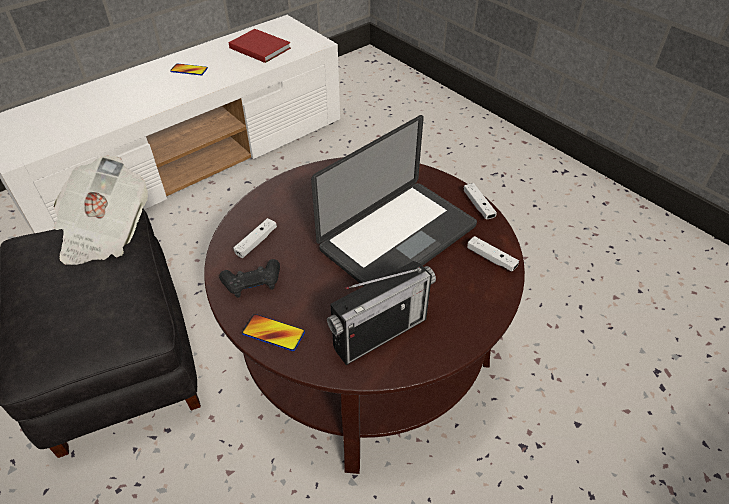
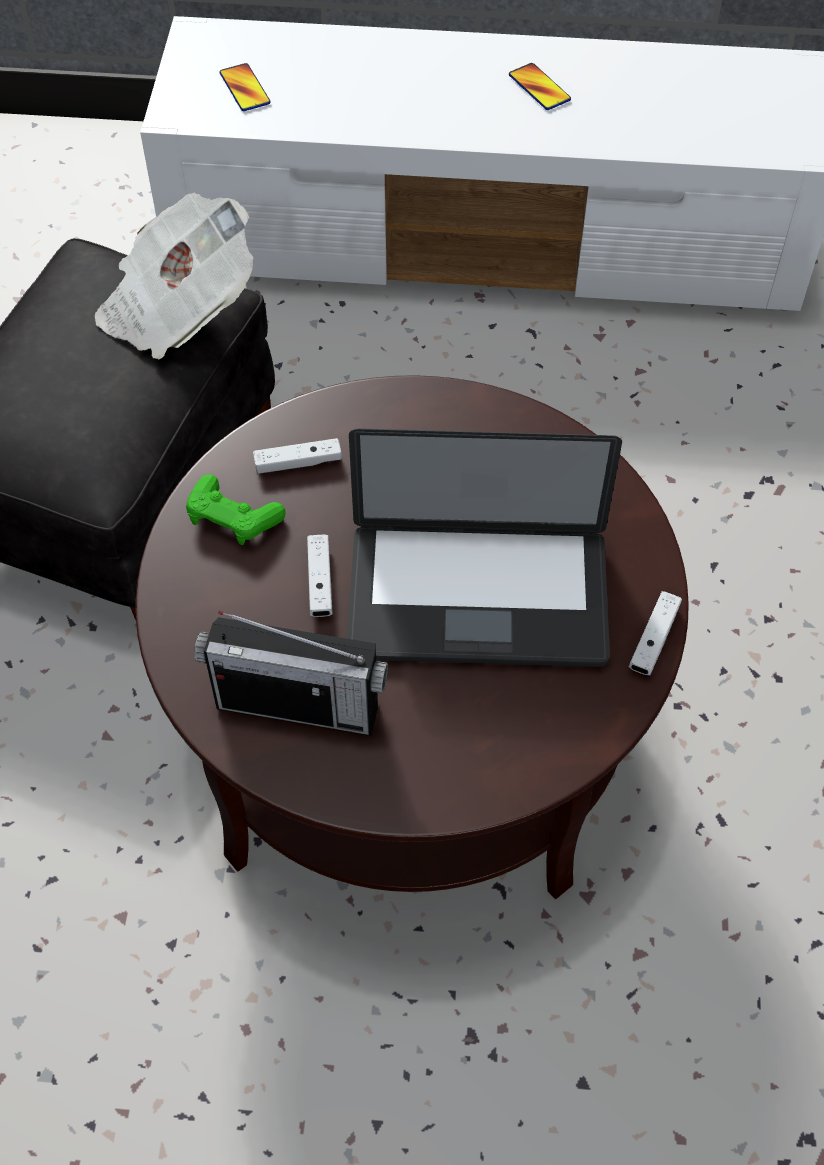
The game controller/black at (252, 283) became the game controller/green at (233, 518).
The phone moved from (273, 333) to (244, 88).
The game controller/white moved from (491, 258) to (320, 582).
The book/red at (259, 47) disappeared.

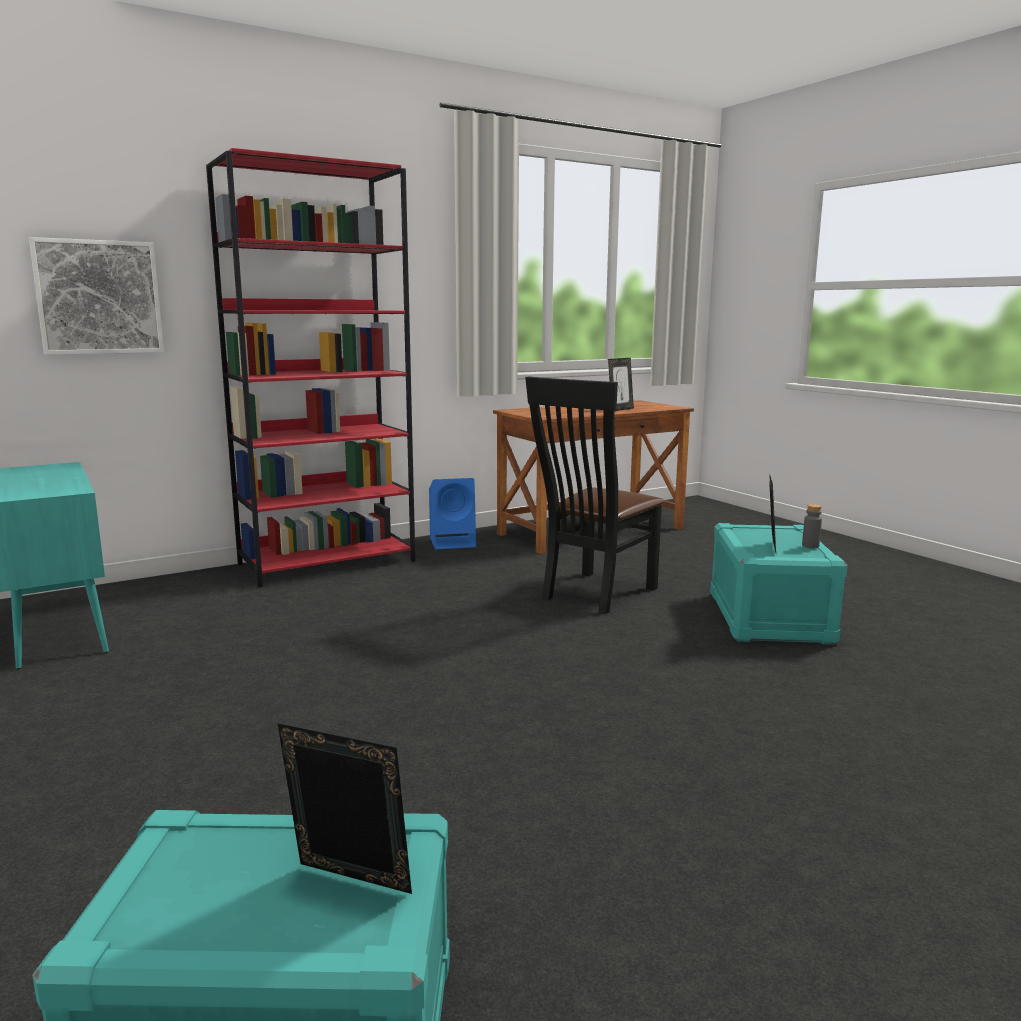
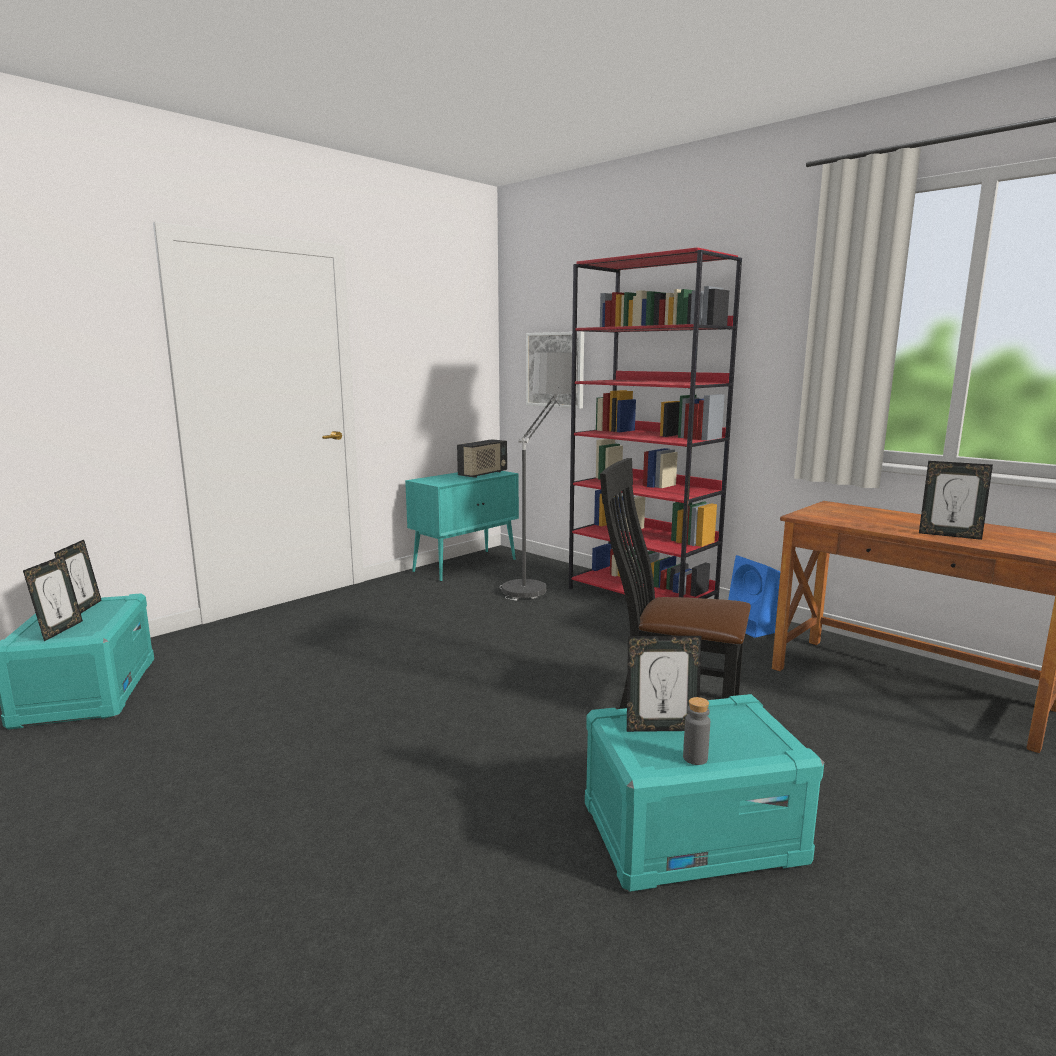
The picture frame at (84, 608) appeared.
The radio at (483, 474) appeared.
The floor lamp at (537, 581) appeared.

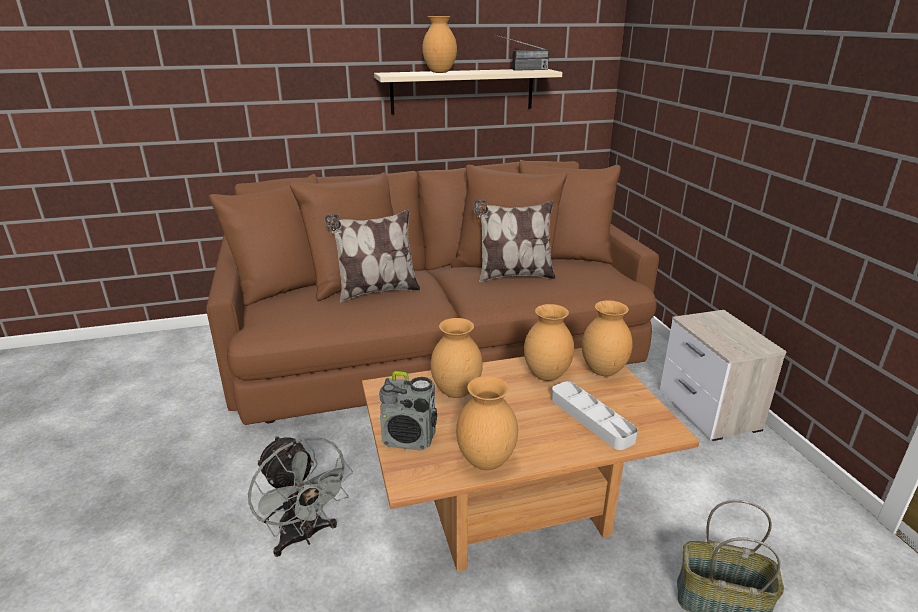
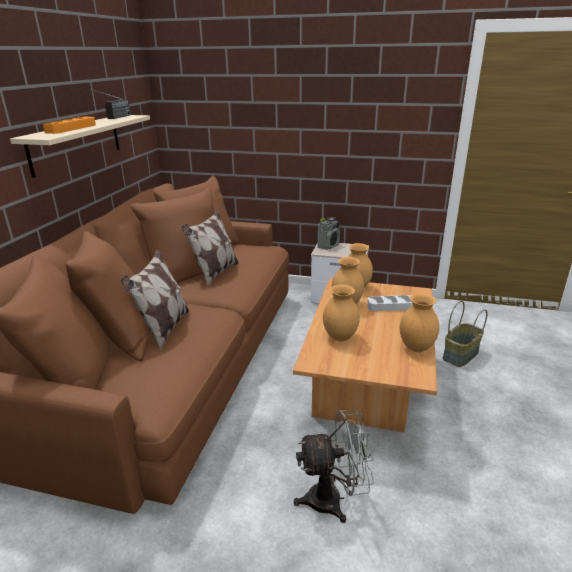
The vase/brown at (439, 72) was replaced by the tray/orange at (71, 128).
The radio moved from (409, 439) to (328, 246).

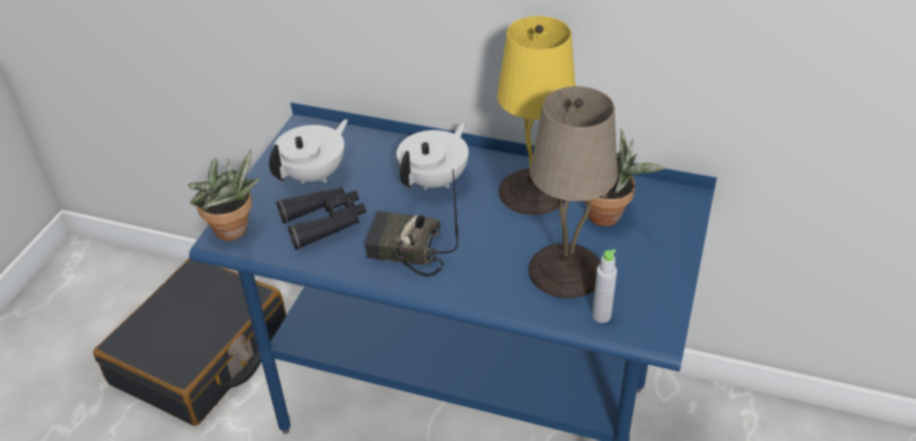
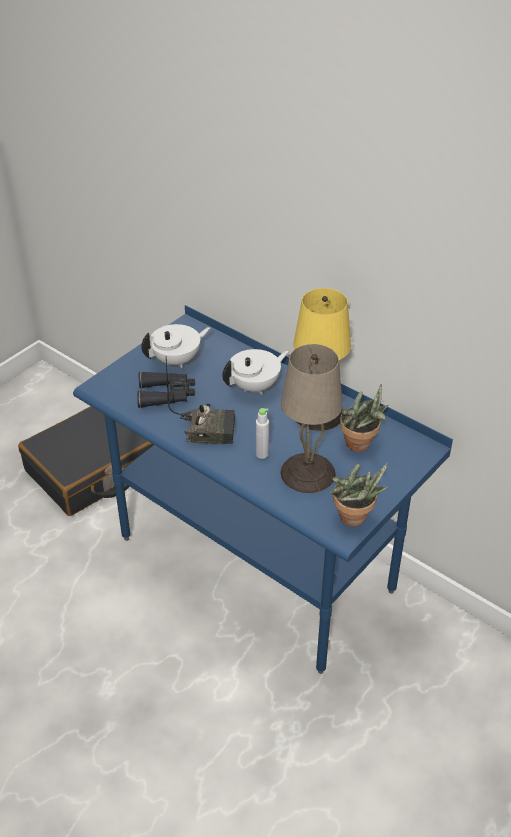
The radio at (405, 251) turned 150 degrees clockwise.
The bottle/grey moved from (601, 315) to (262, 454).
The potted plant moved from (234, 232) to (354, 520).

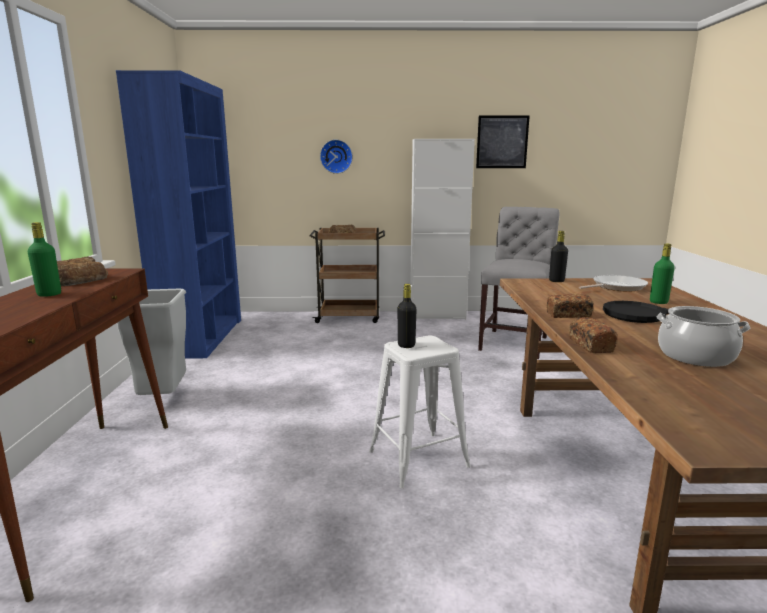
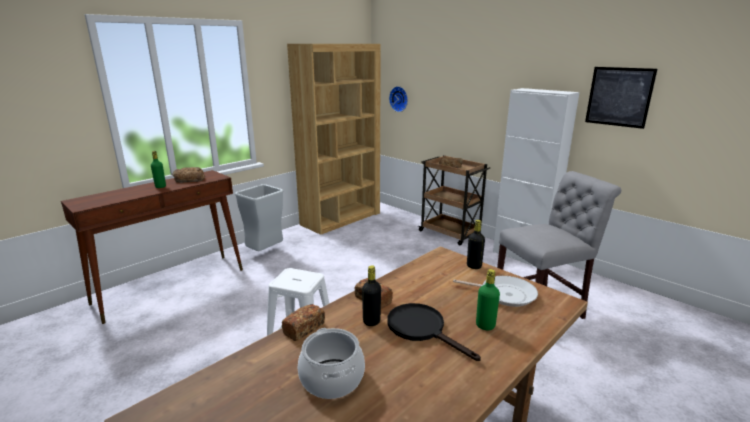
The bookcase/blue at (202, 337) became the bookcase/brown at (341, 218).
The bottle/black moved from (406, 345) to (371, 321).
The wall clock moved from (336, 156) to (399, 99).

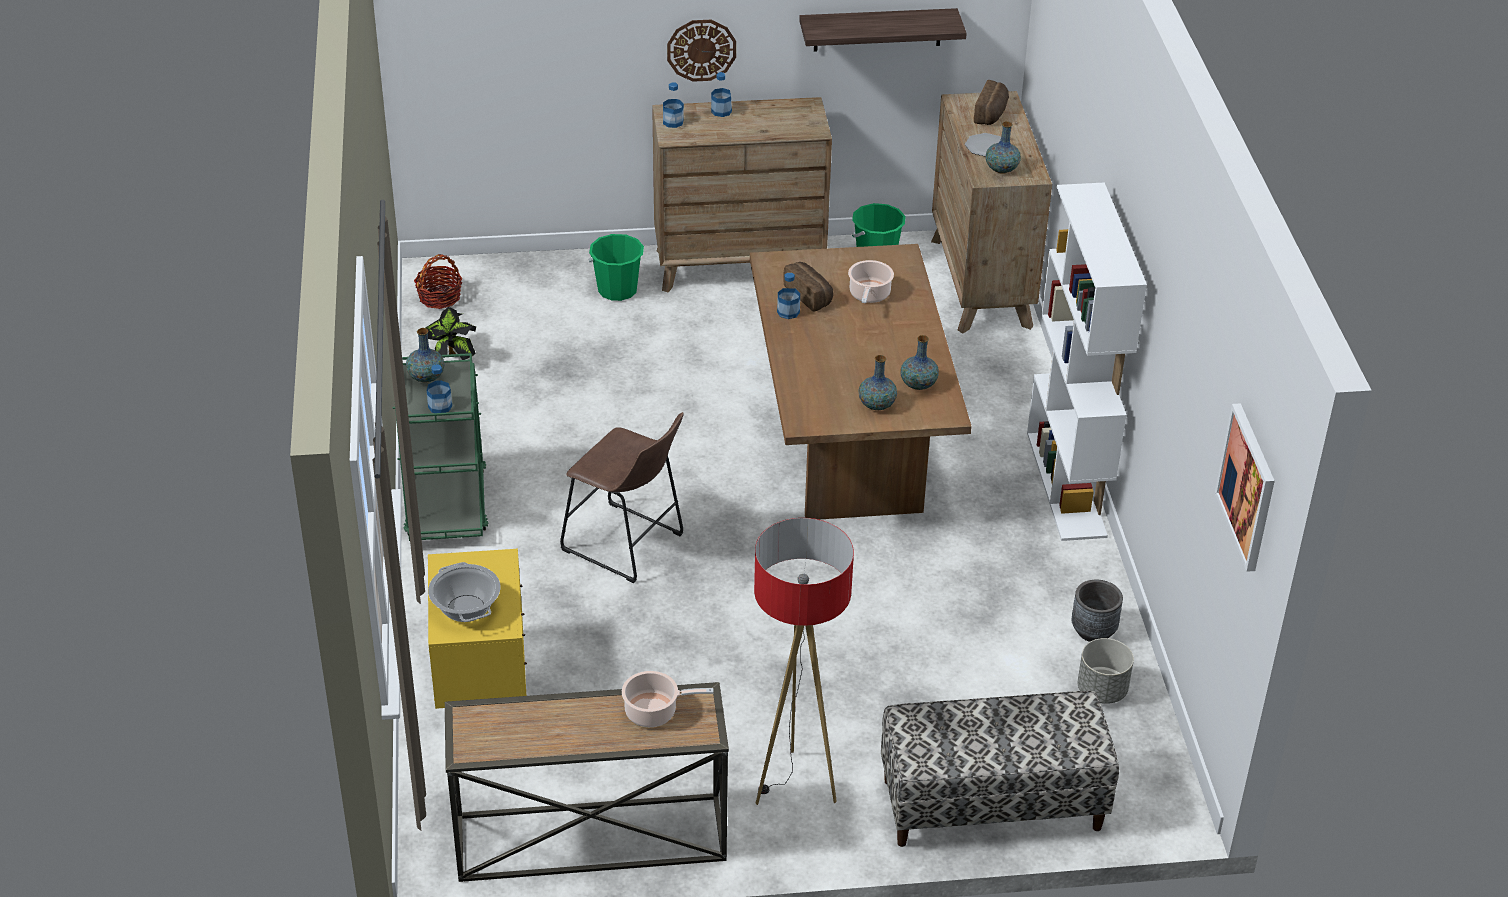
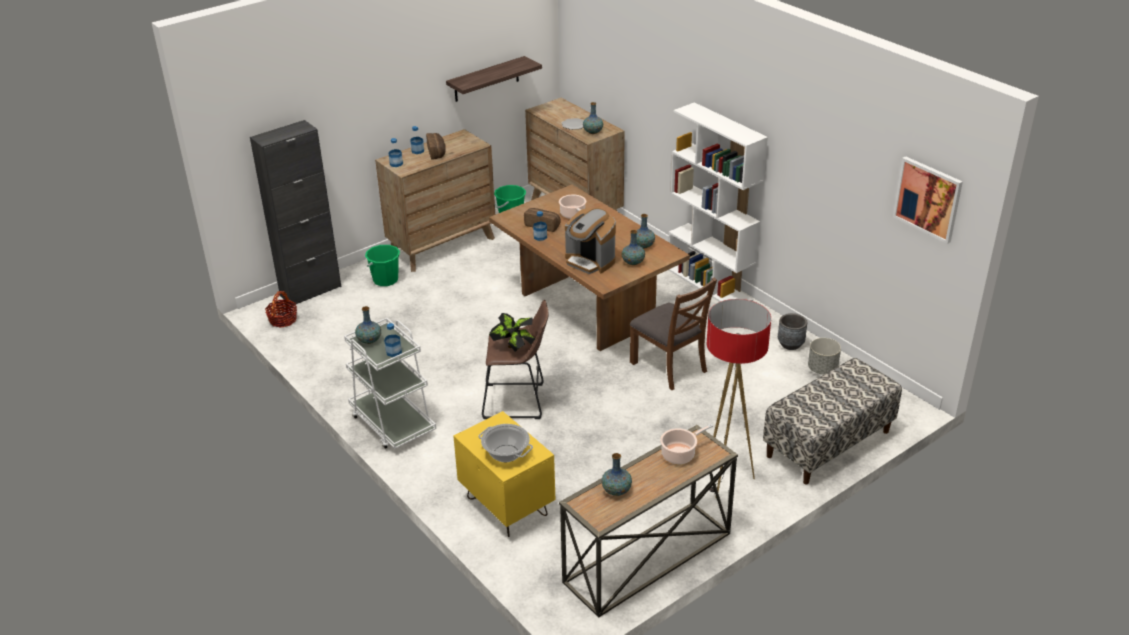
The cabinet/black at (310, 291) appeared.
The cart/green at (446, 504) became the cart/white at (392, 423).
The bread moved from (992, 114) to (437, 152).
The potted plant moved from (452, 359) to (514, 349).
The coffee machine at (590, 261) appeared.
The vase at (616, 490) appeared.
The chair/brown at (669, 366) appeared.
The wall clock at (701, 49) disappeared.

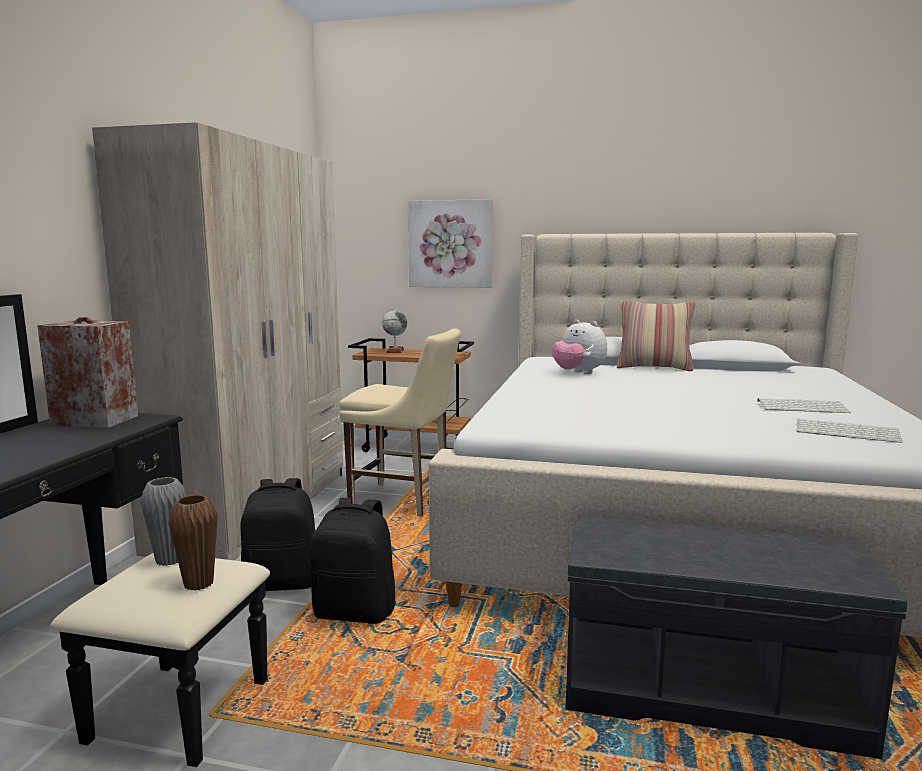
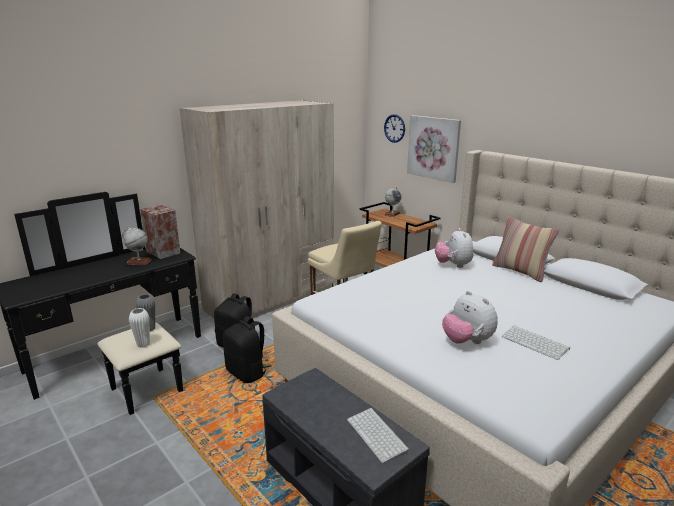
The globe at (139, 262) appeared.
The vase/brown at (198, 584) became the vase/white at (143, 344).
The keyboard moved from (848, 432) to (378, 435).
The wall clock at (394, 128) appeared.
The plush toy at (467, 341) appeared.

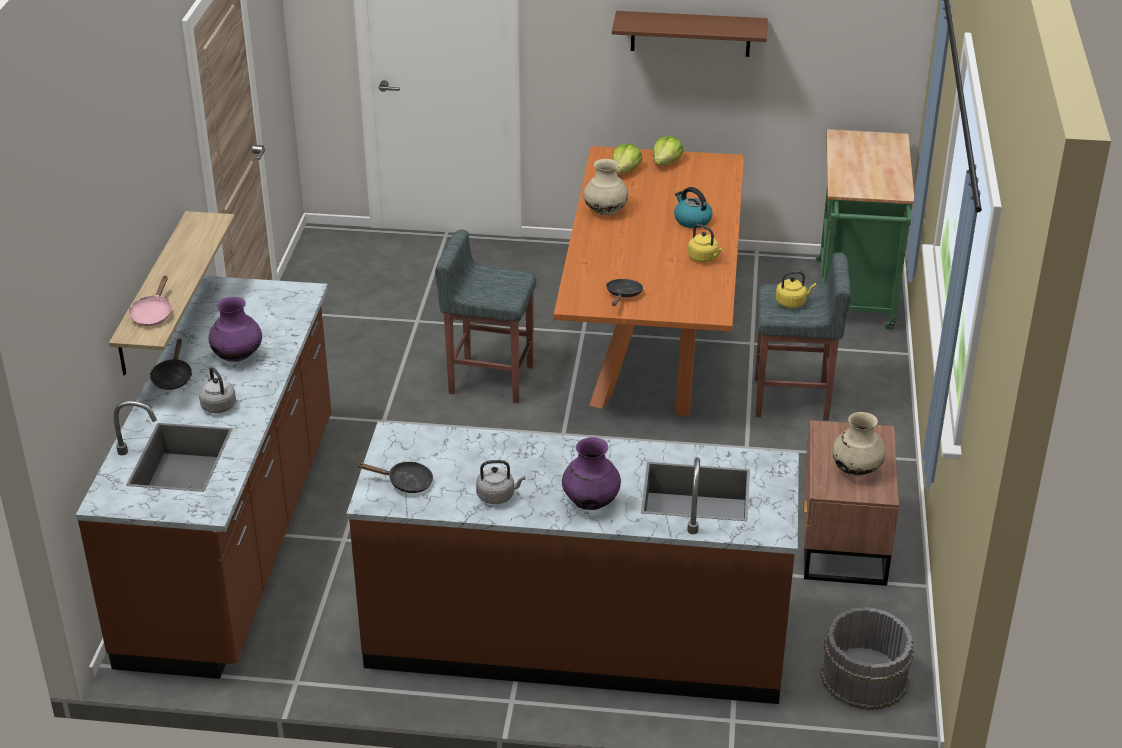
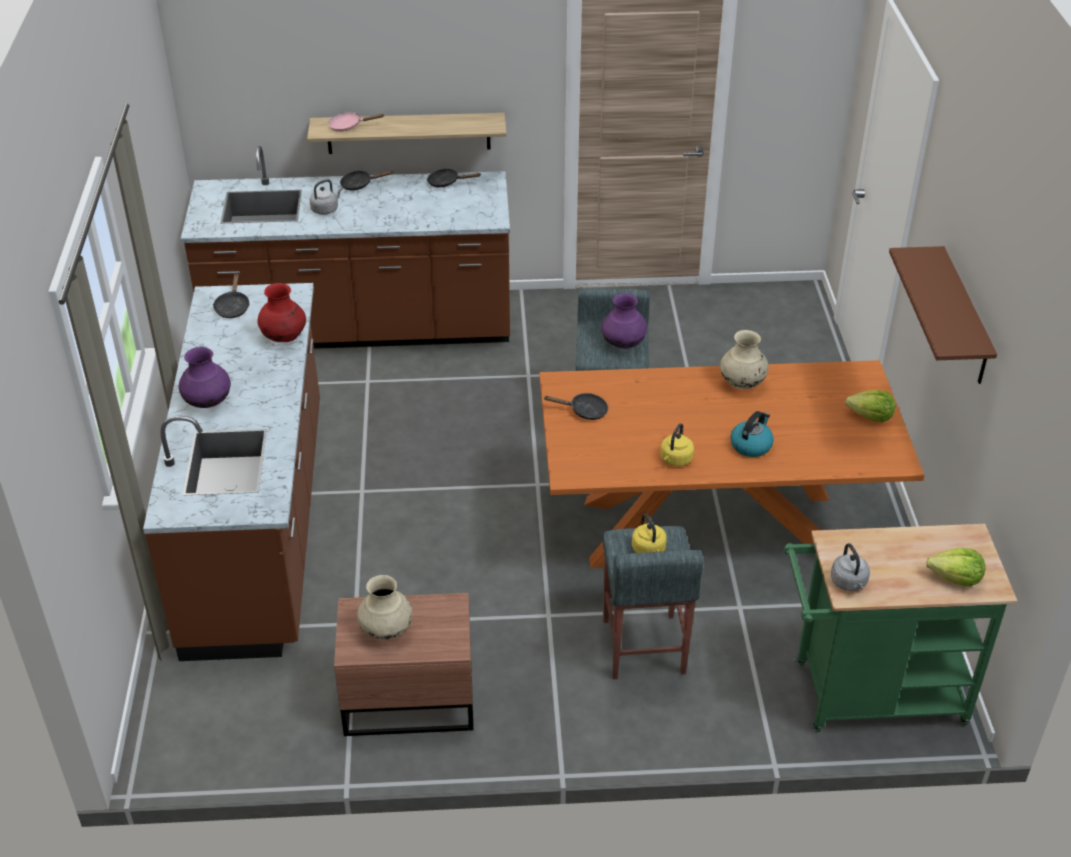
The vase/red at (284, 338) appeared.
The frying pan/black at (447, 182) appeared.
The vase/purple moved from (238, 356) to (623, 344).
The kettle/grey moved from (498, 496) to (849, 583).
The lettuce moved from (625, 170) to (955, 578).
The bucket/grey at (863, 677) disappeared.

